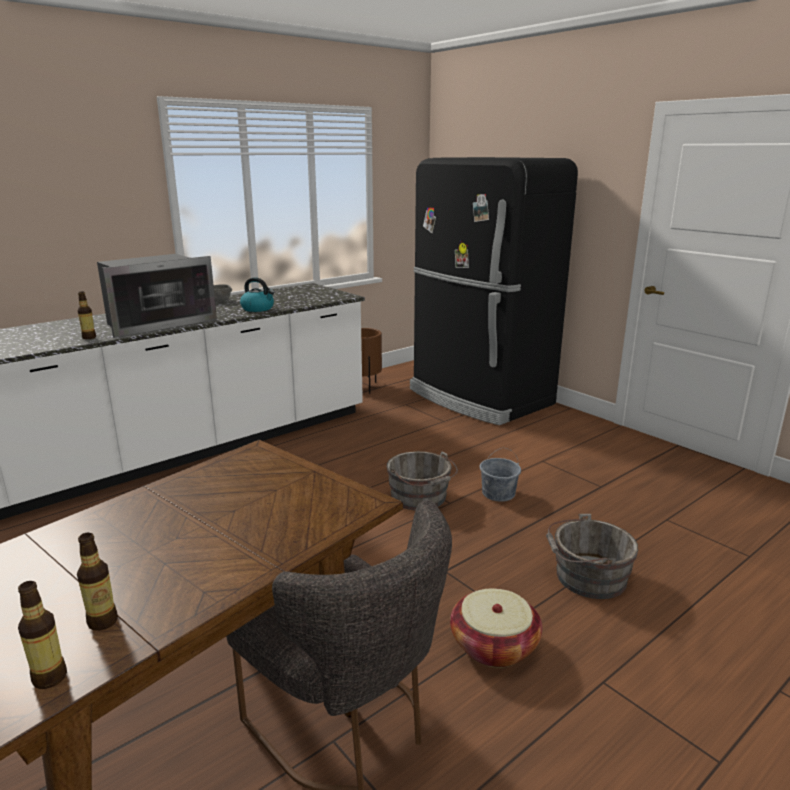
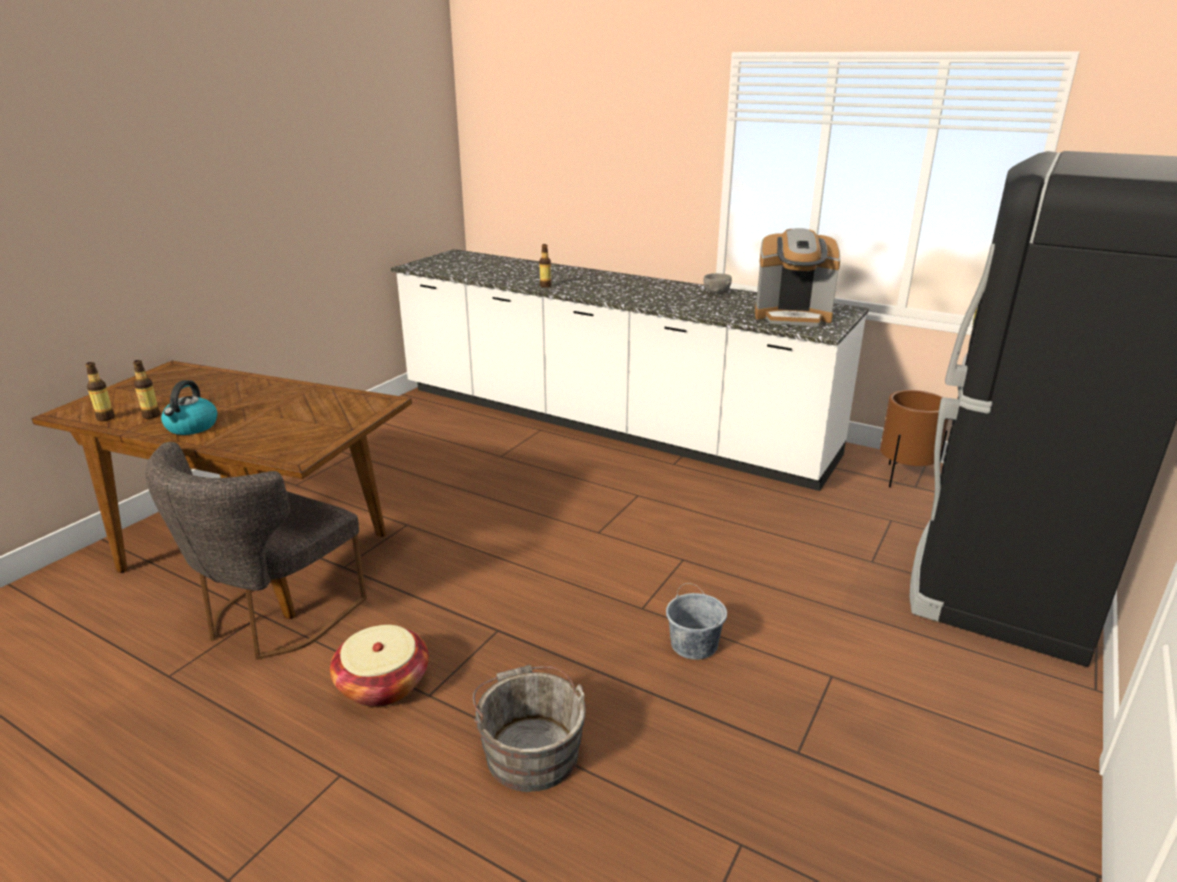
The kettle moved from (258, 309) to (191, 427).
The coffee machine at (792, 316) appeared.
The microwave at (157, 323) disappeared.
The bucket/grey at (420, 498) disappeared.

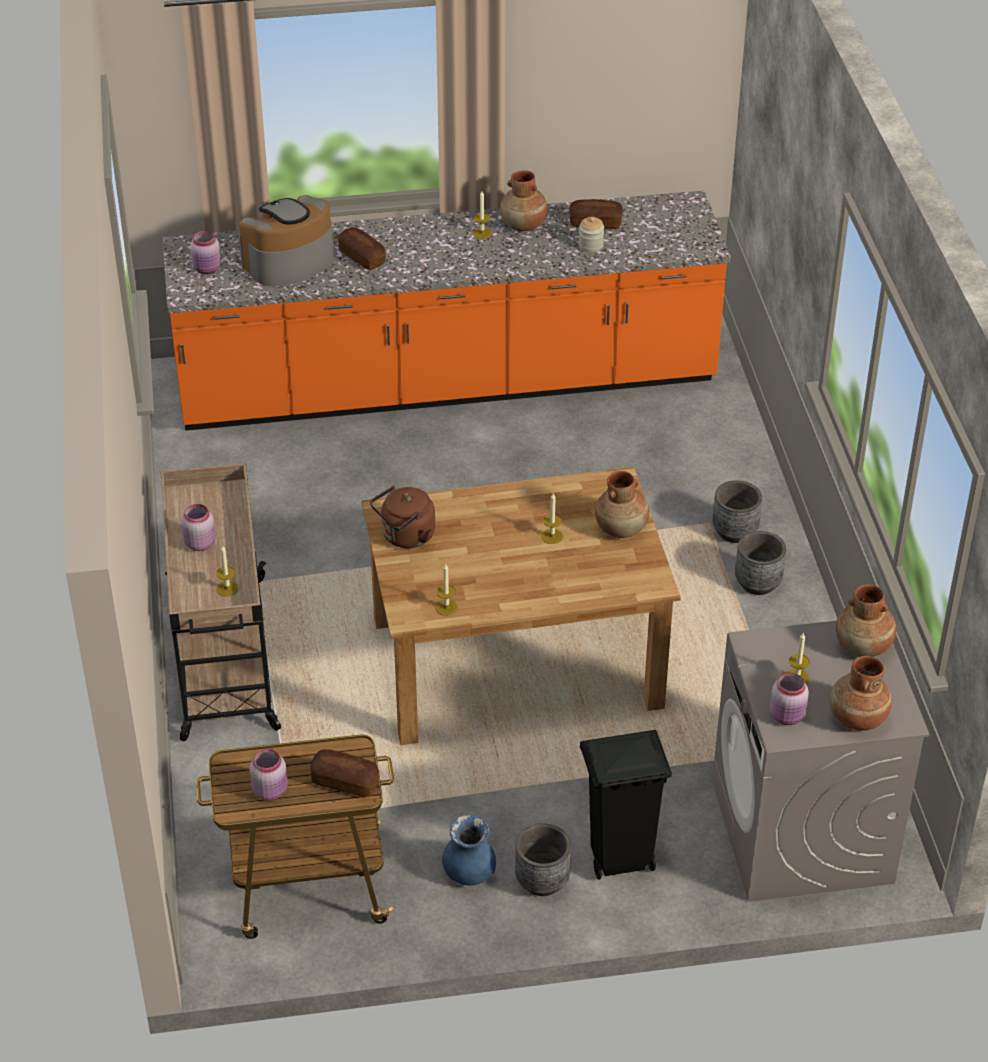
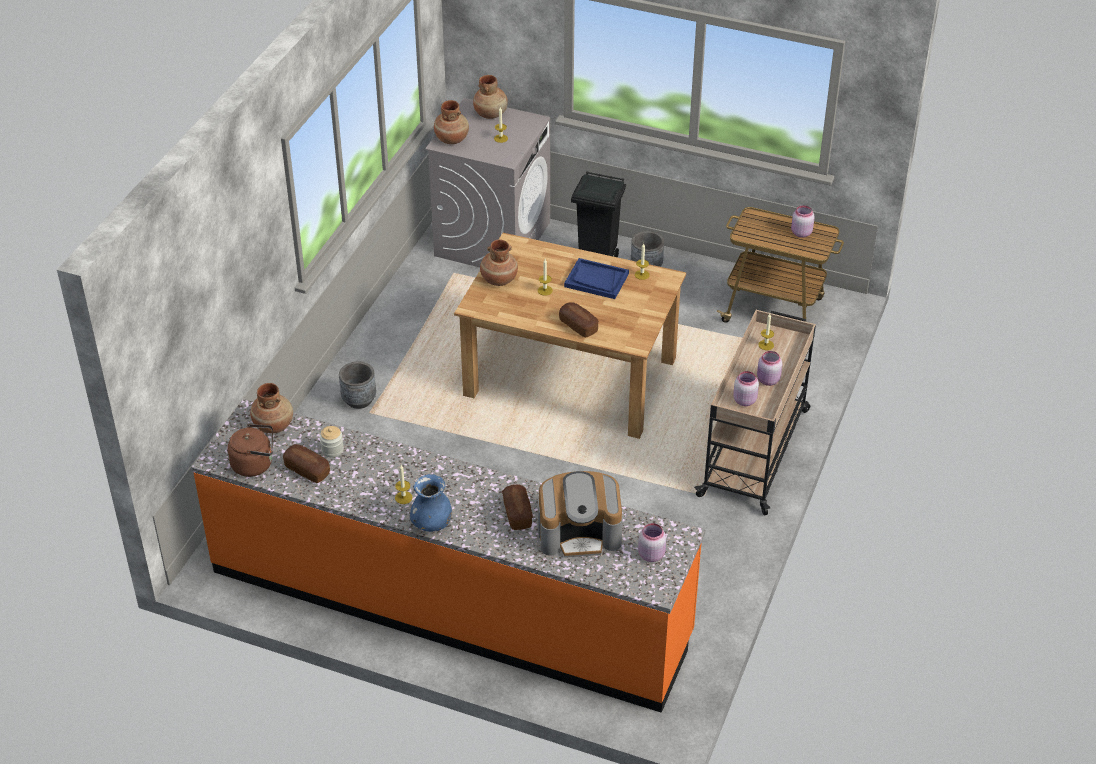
The kettle/brown moved from (405, 537) to (255, 464).
The vase/brown moved from (523, 225) to (273, 425).
The vase/blue moved from (469, 873) to (431, 523).
The bread moved from (345, 782) to (578, 326).
The tray/blue at (596, 280) appeared.
The jar/pink moved from (788, 716) to (744, 400).
The planter/grey at (758, 583) disappeared.

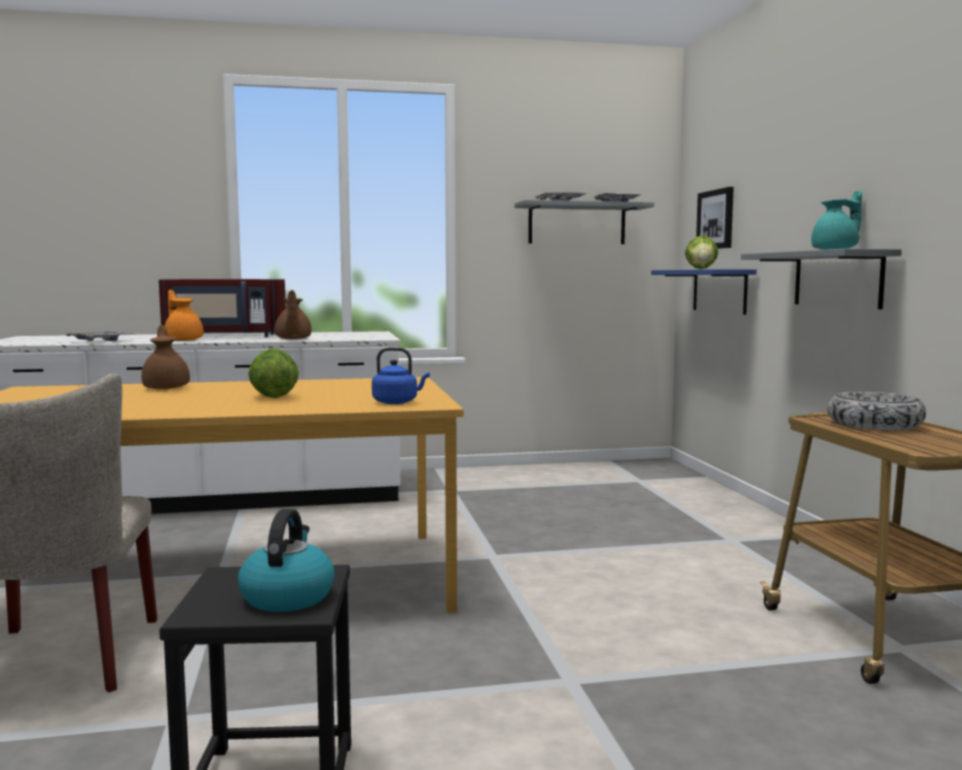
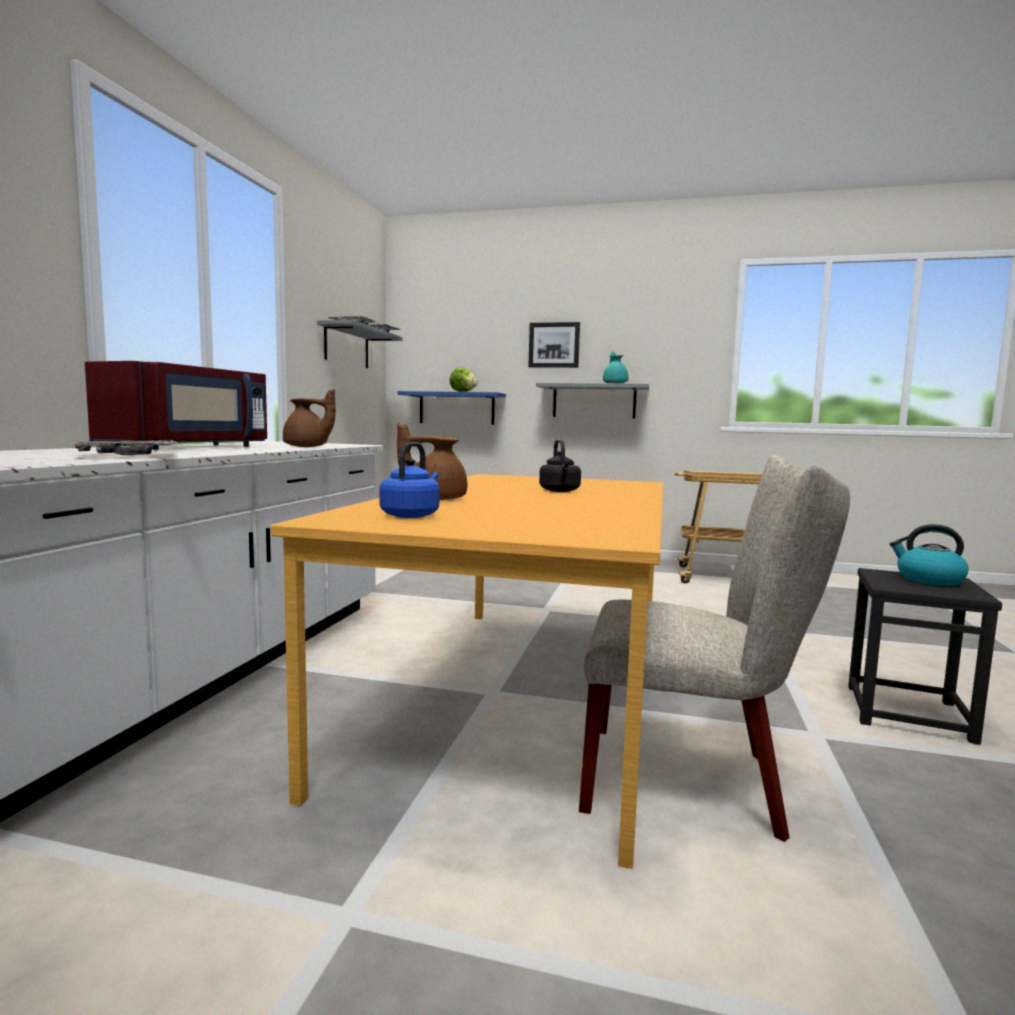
The kettle/blue moved from (397, 402) to (411, 515).
The picture moved from (716, 219) to (554, 345).
The lettuce at (272, 397) was replaced by the kettle/black at (560, 491).
The teapot/orange at (183, 340) disappeared.
The bowl at (874, 425) disappeared.

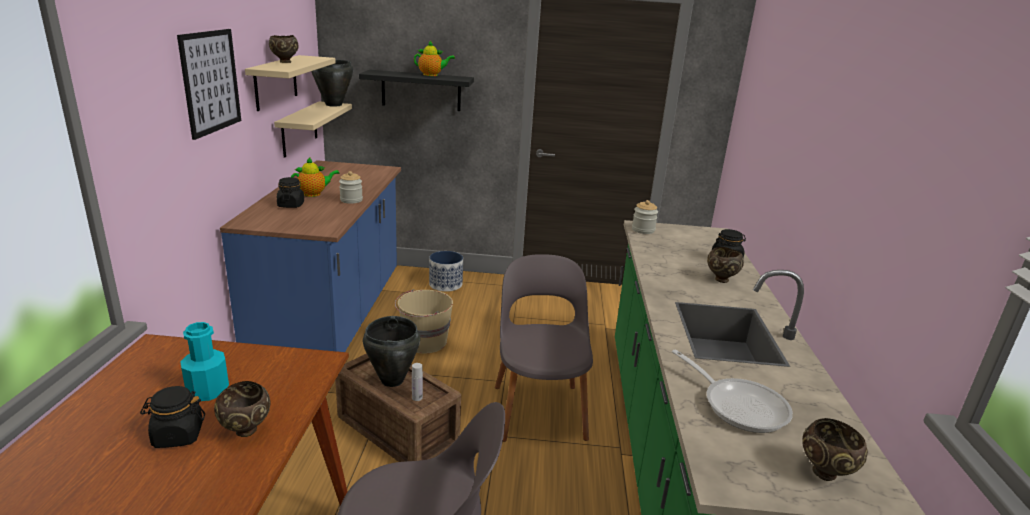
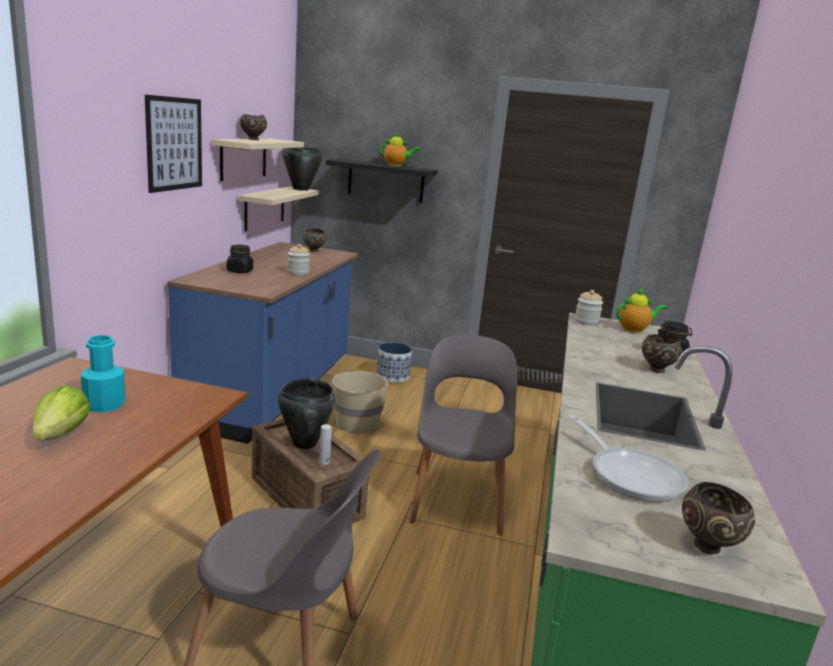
The jar/black at (177, 436) was replaced by the lettuce at (62, 434).
The bowl/brown moved from (246, 432) to (314, 251).
The teapot moved from (314, 194) to (634, 330).

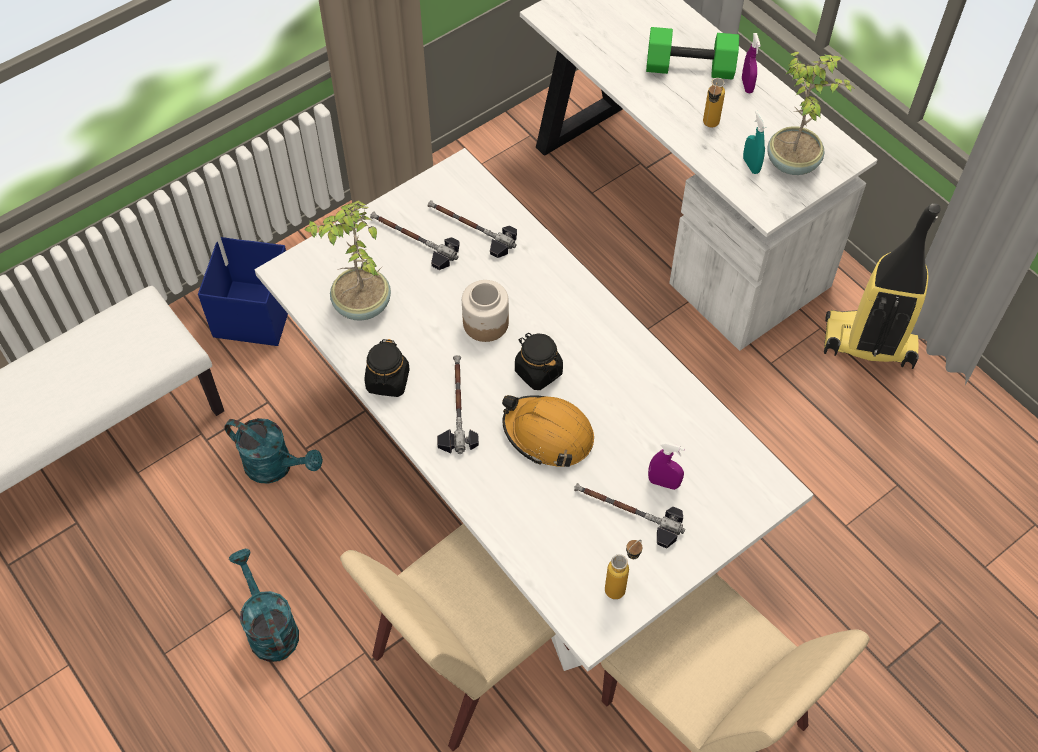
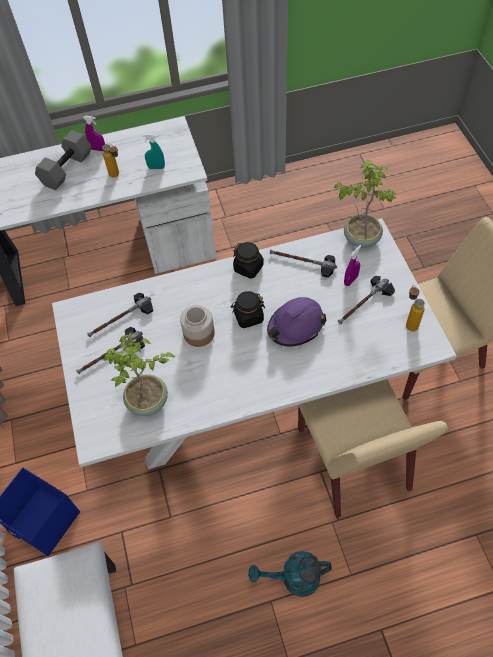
The dumbbell/green at (689, 68) became the dumbbell/grey at (67, 170).
The jar/black moved from (388, 381) to (248, 268).
The hard hat/orange at (548, 434) became the hard hat/purple at (295, 326).
The hammer moved from (457, 407) to (302, 262).
The potted plant moved from (793, 162) to (361, 238).
The watering can/turquoise at (276, 466) disappeared.
The vacuum cleaner at (868, 344) disappeared.

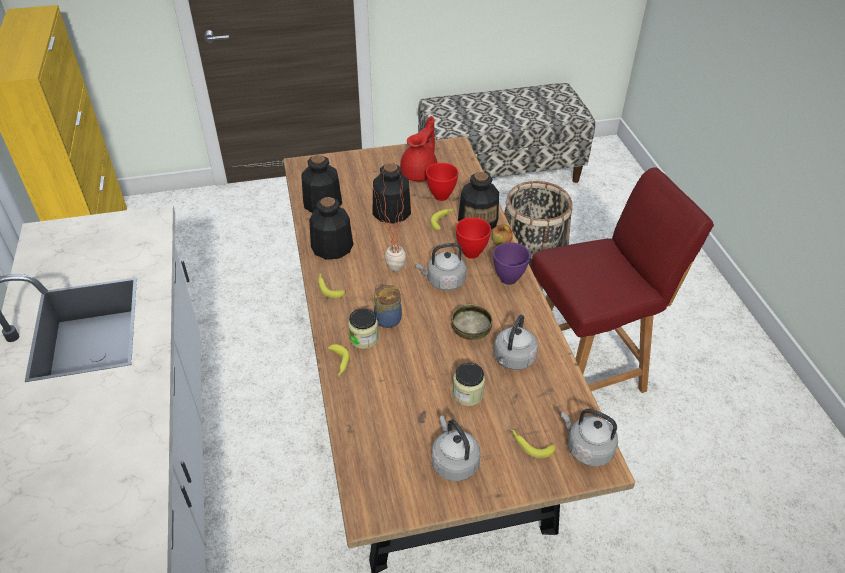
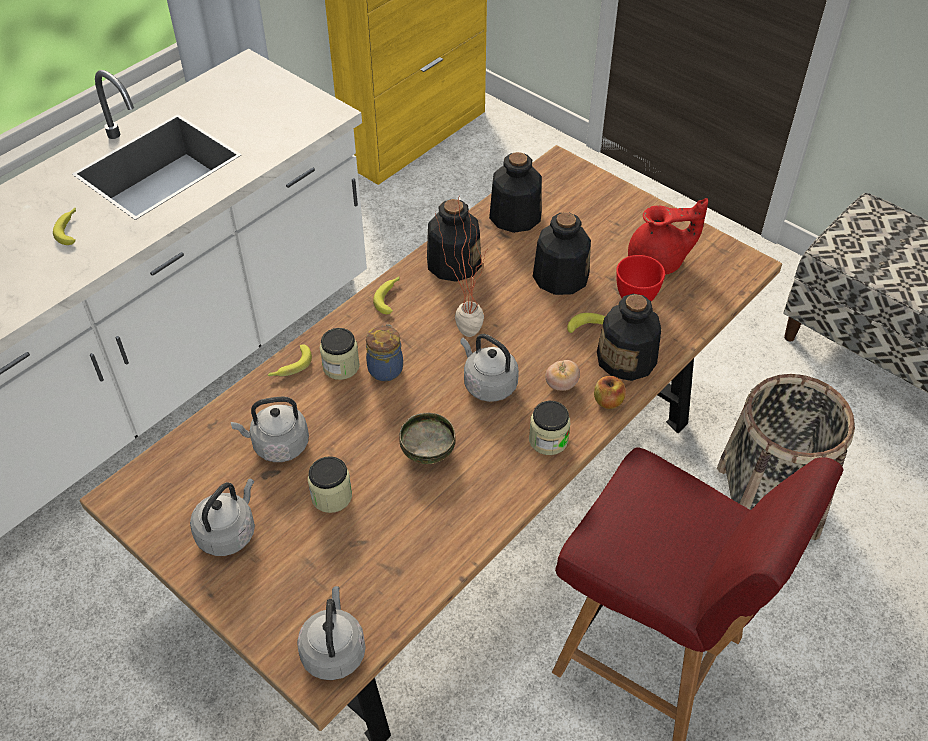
The banana moved from (530, 445) to (70, 229).
The kettle/grey moved from (513, 359) to (277, 445).
The bowl/purple at (507, 279) was replaced by the jar at (548, 440).
The bowl/red at (472, 253) was replaced by the tomato at (561, 384).

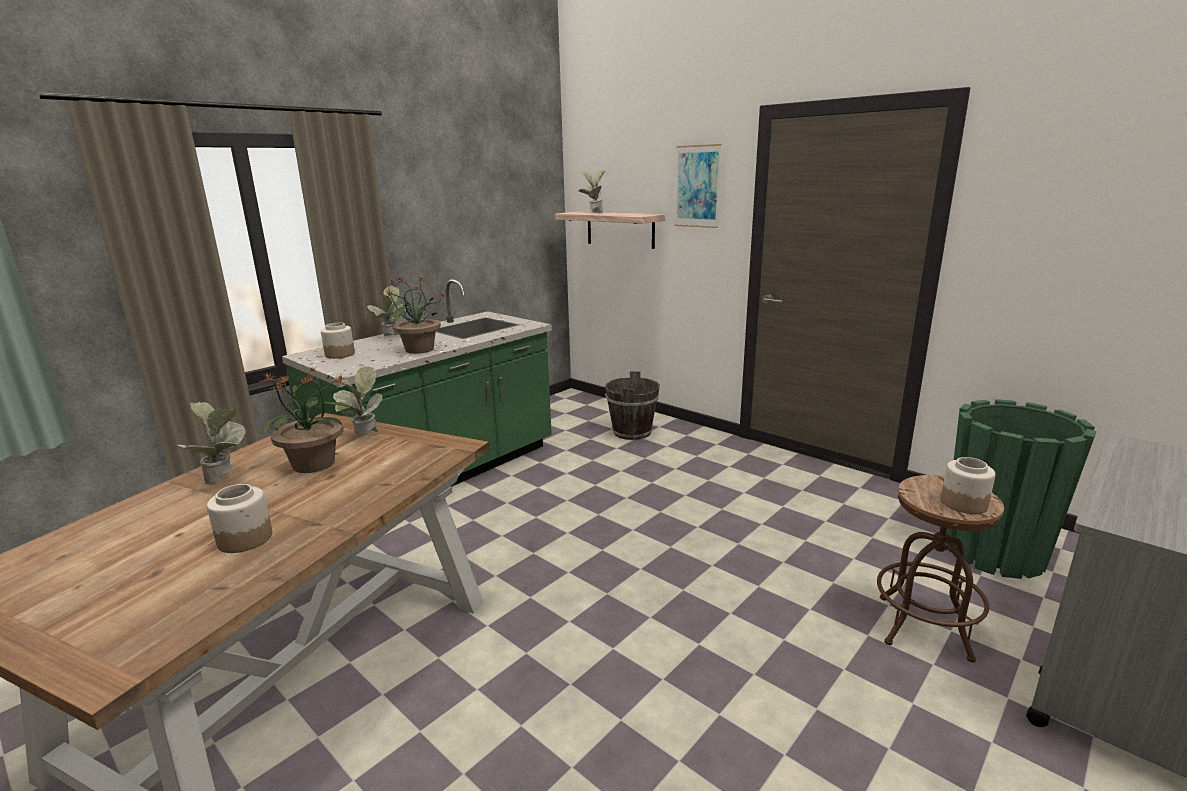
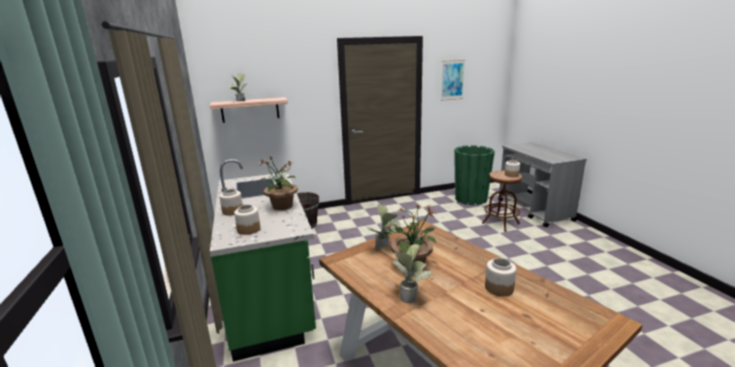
The potted plant at (390, 338) was replaced by the jar at (233, 211).
The picture moved from (697, 186) to (452, 80).

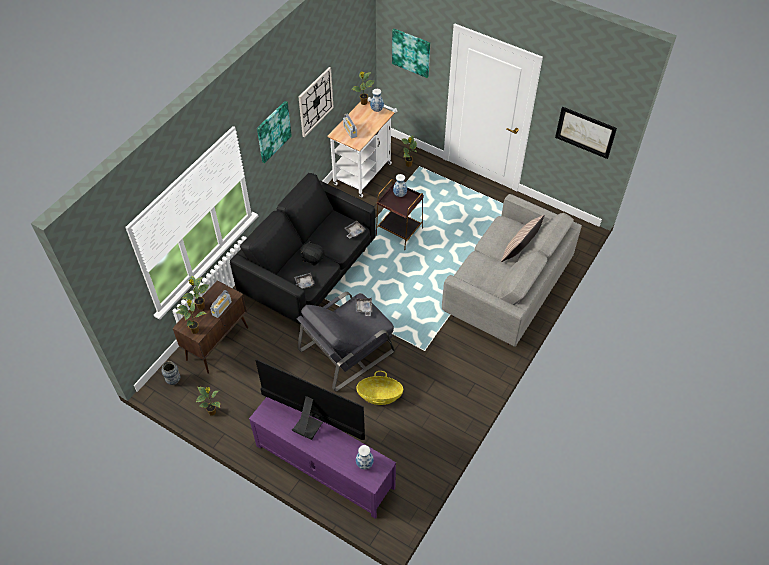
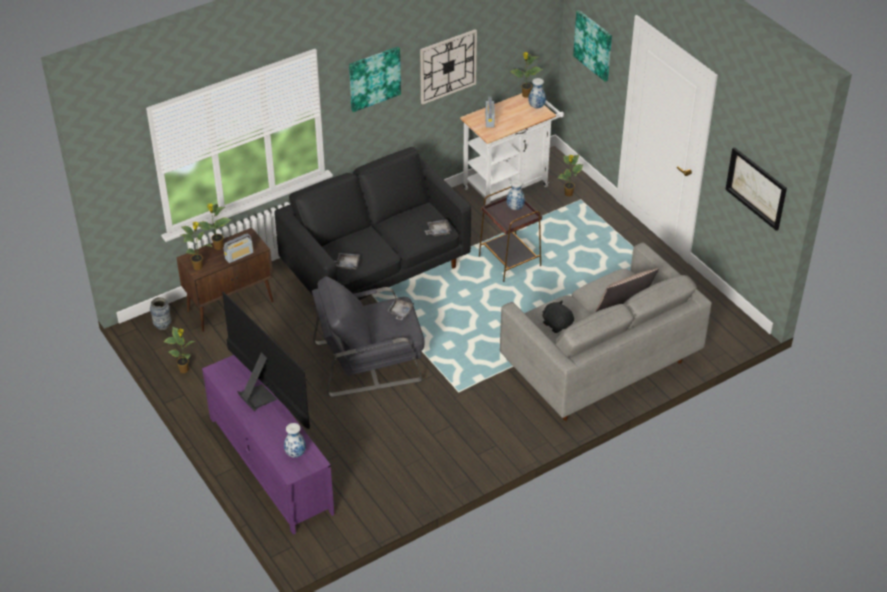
The plush toy/black moved from (312, 258) to (557, 324).
The basket at (379, 395) disappeared.

